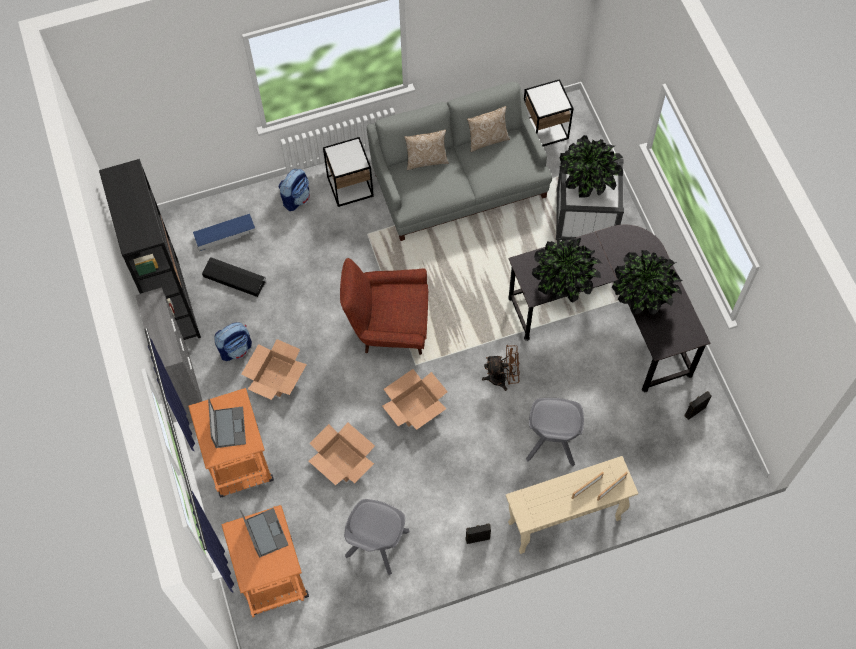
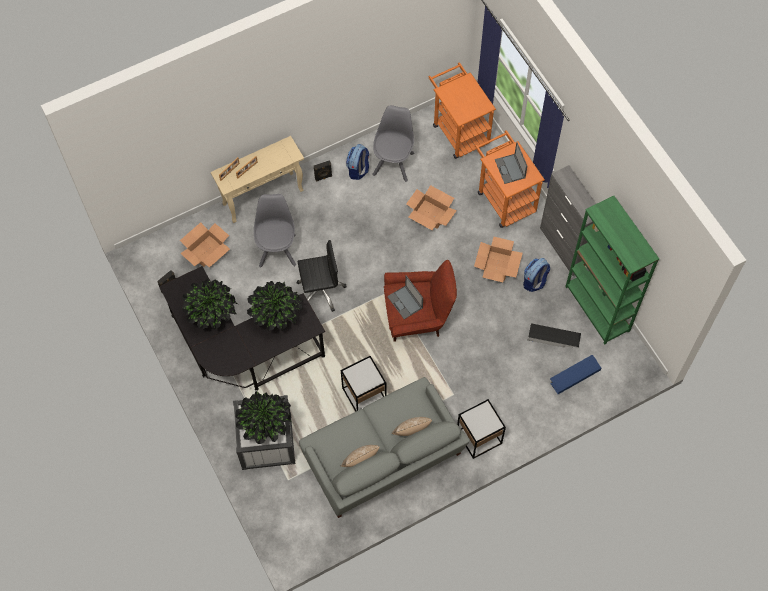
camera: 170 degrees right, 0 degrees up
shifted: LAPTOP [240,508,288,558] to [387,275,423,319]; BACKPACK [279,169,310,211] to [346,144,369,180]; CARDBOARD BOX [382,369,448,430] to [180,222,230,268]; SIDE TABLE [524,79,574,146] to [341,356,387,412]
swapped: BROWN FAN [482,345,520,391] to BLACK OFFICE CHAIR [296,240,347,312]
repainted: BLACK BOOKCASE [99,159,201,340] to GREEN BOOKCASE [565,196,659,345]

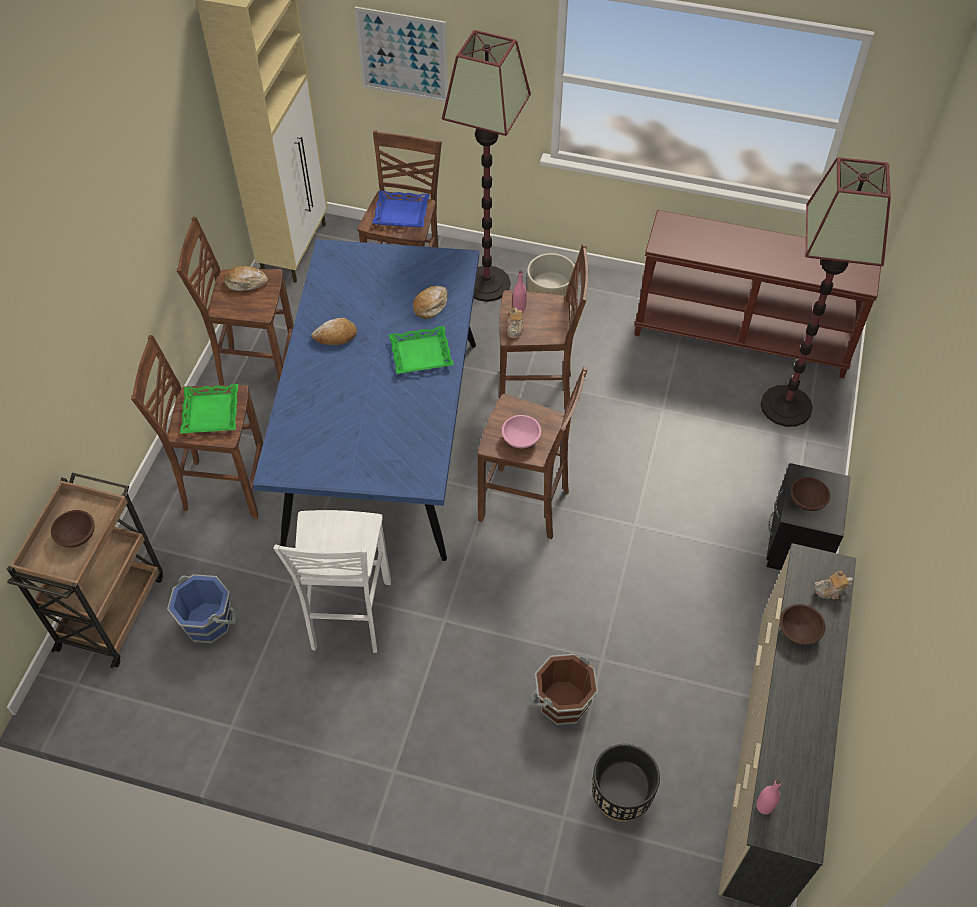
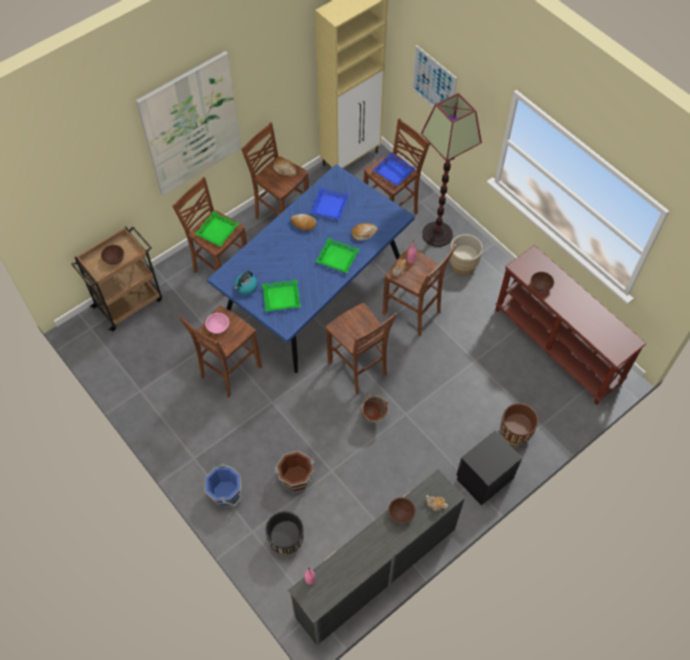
camera: 35 degrees right, 5 degrees up
gone: FLOOR LAMP [761,157,891,427]
new: PICTURE [136,51,241,195]; KETTLE [234,271,258,295]; GREEN TRAY [262,280,301,311]; BLUE TRAY [310,188,349,220]; GREEN BUCKET [361,394,388,422]; BROWN PLANTER [500,403,538,446]
shifted: BLUE BUCKET [167,574,236,643] to [205,463,242,507]; PINK BOWL [502,415,541,448] to [205,313,229,334]; BROWN BOWL [790,477,830,511] to [531,272,554,292]
repainted: WHITE STOOL [273,510,391,653] to BROWN STOOL [178,306,262,398]

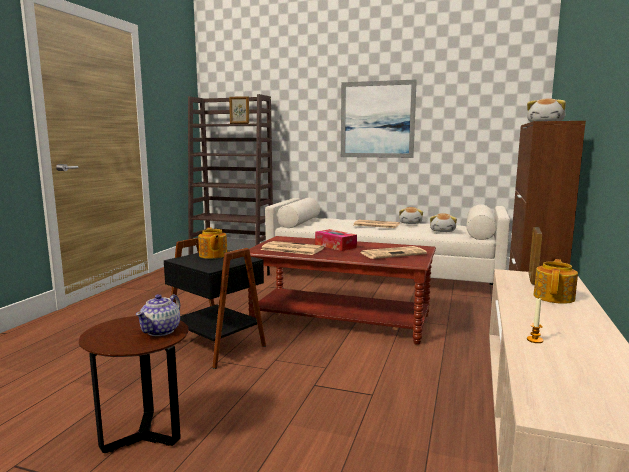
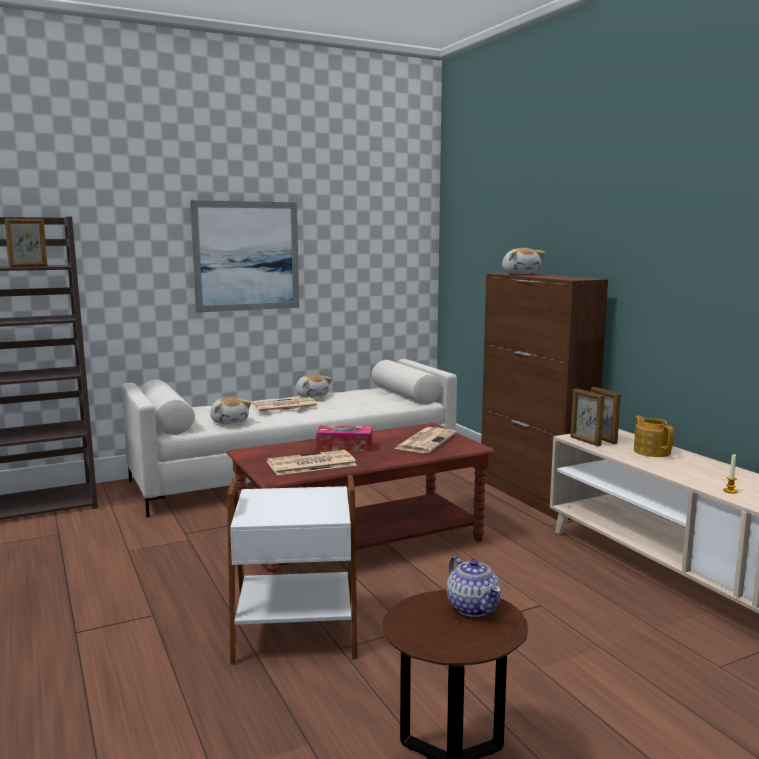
camera: 45 degrees left, 0 degrees up
gone: TEAPOT [198,227,227,259]
new: PICTURE FRAME [570,388,605,446]
shifted: PLUSH TOY [430,213,457,232] to [210,397,251,424]
repainted: BLACK SIDE TABLE [164,238,266,369] to WHITE SIDE TABLE [227,475,358,665]

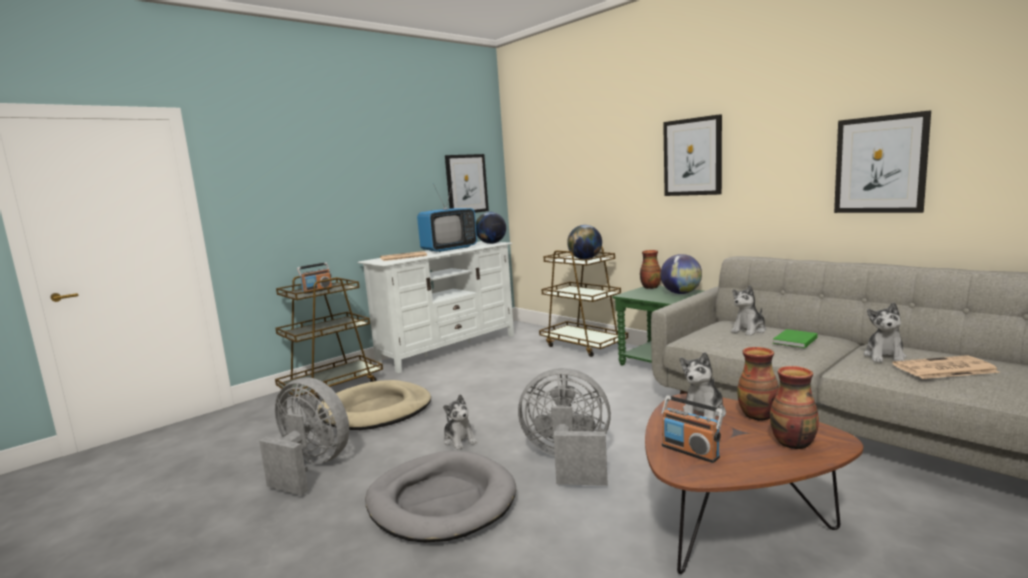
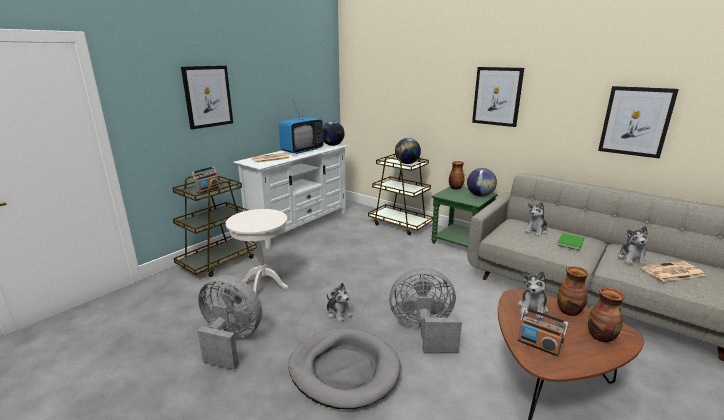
camera: 10 degrees left, 10 degrees up
shifted: PICTURE [445,154,489,213] to [181,66,233,129]
swapped: BEIGE DOG BED [318,380,431,430] to WHITE SIDE TABLE [226,209,288,294]

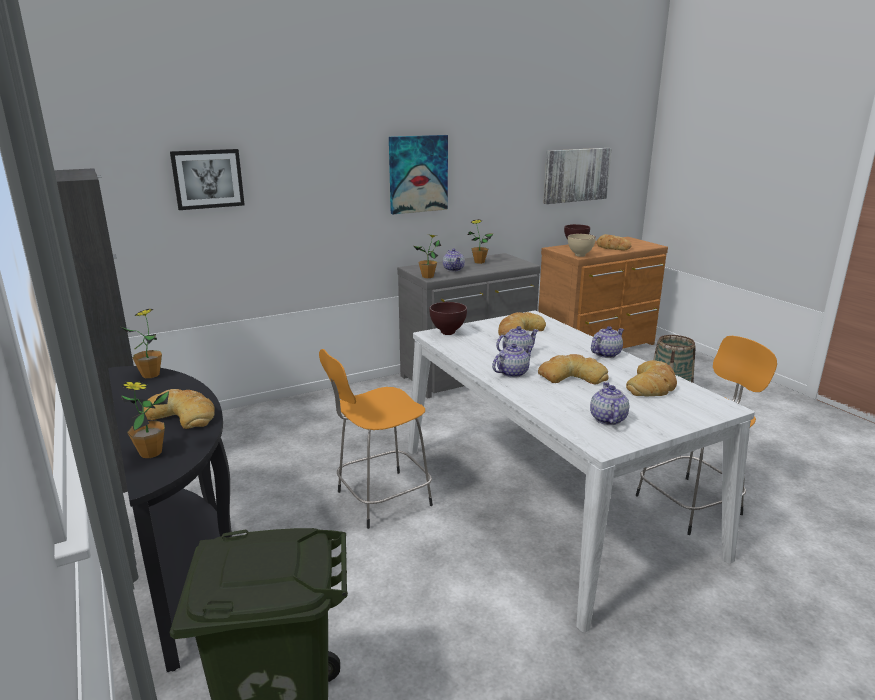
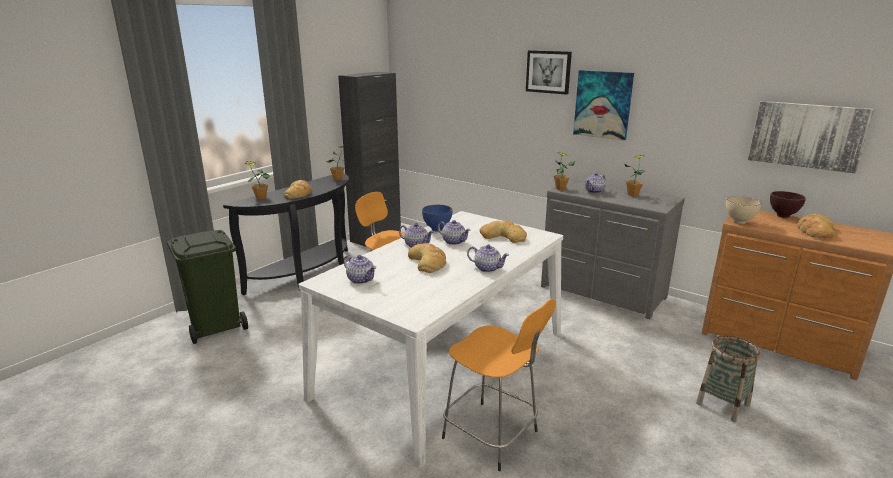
camera: 65 degrees right, 0 degrees up
gone: BROWN BOWL [429,302,467,335]; BREAD [626,360,677,396]
new: BLUE BOWL [422,205,452,232]
shifted: PICTURE [170,149,245,210] to [526,50,572,95]
rotated: TEAPOT [590,382,629,425] = [344,255,377,284] 60 degrees clockwise

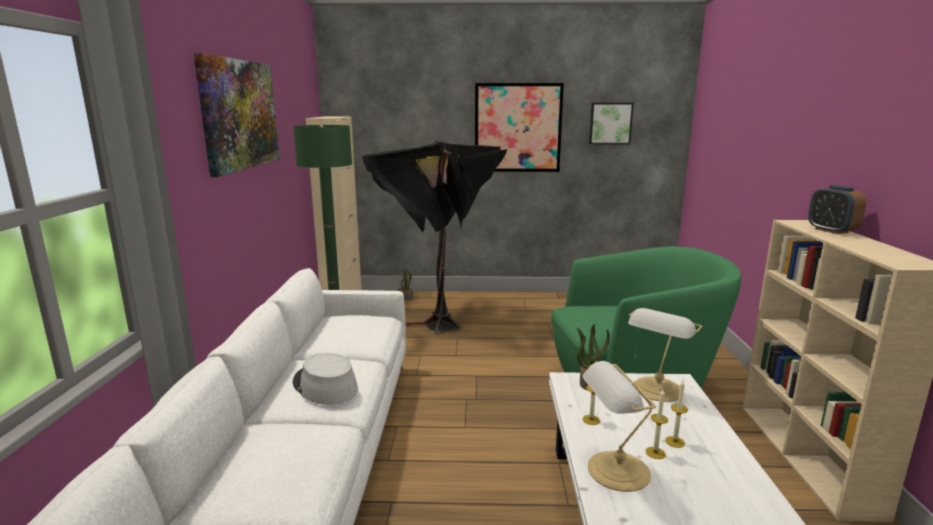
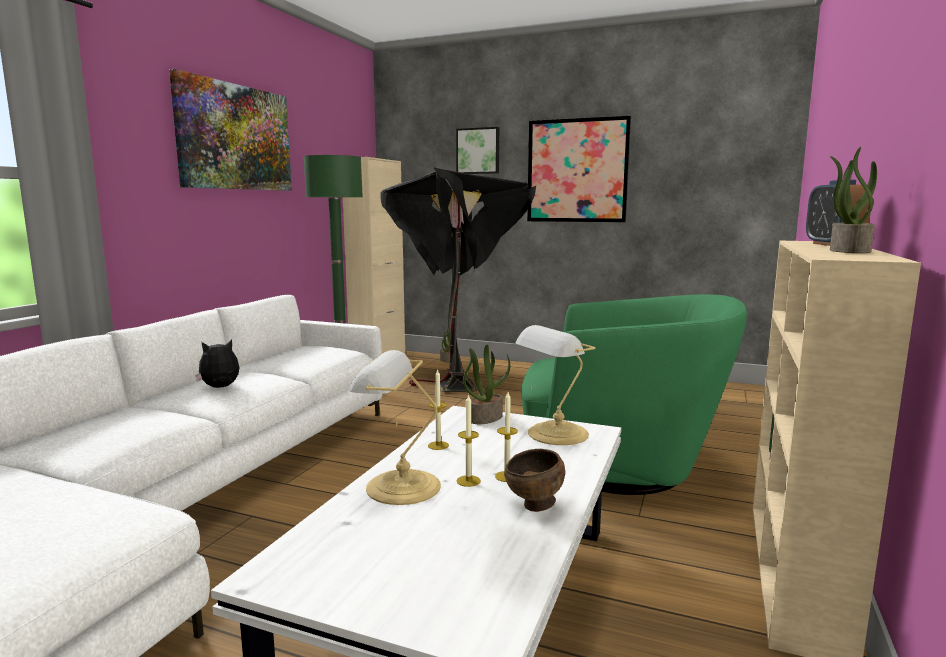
camera: 20 degrees right, 5 degrees down
new: BROWN BOWL [504,449,565,512]; POTTED PLANT [830,147,877,253]
shifted: PICTURE [589,103,634,144] to [456,127,499,174]
swapped: GREY HAT [293,353,358,405] to PLUSH TOY [195,340,239,388]

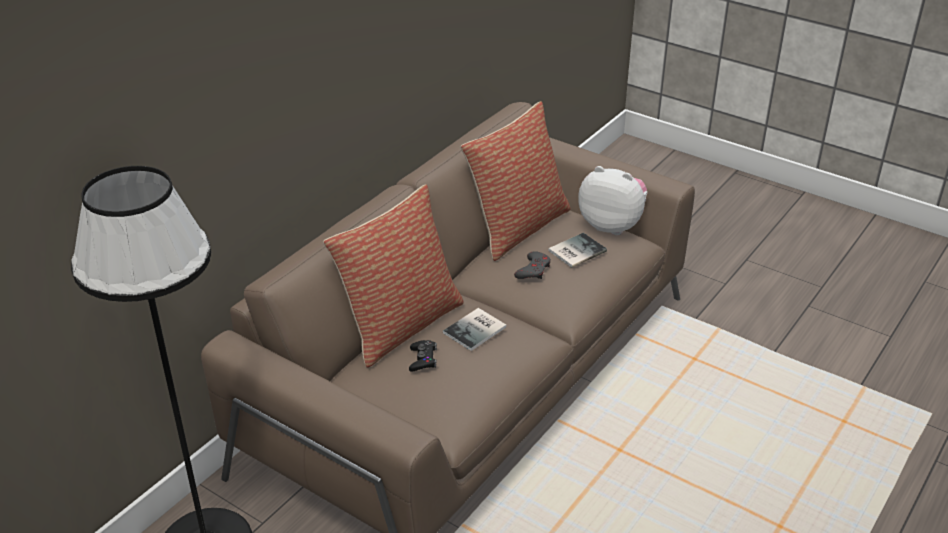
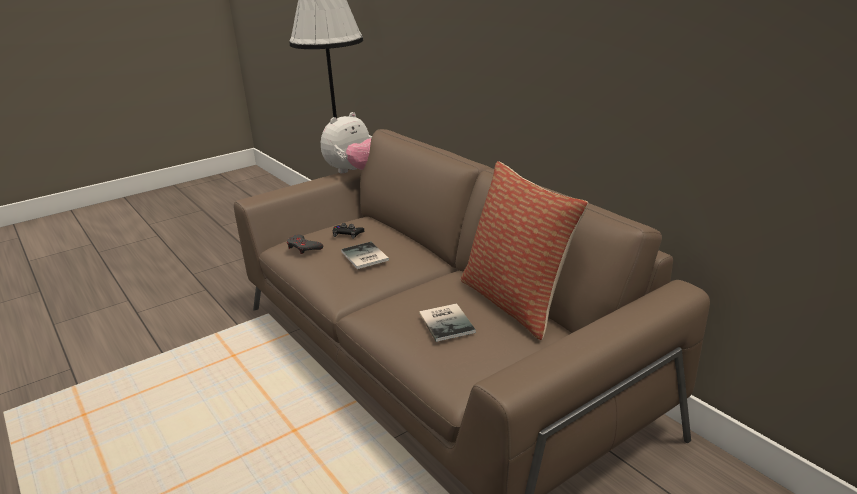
camera: 110 degrees right, 10 degrees down
gone: PILLOW [323,184,464,368]
shifted: GREY GAME CONTROLLER [514,251,551,279] to [287,235,323,254]; PLUSH TOY [578,166,647,235] to [321,112,372,173]

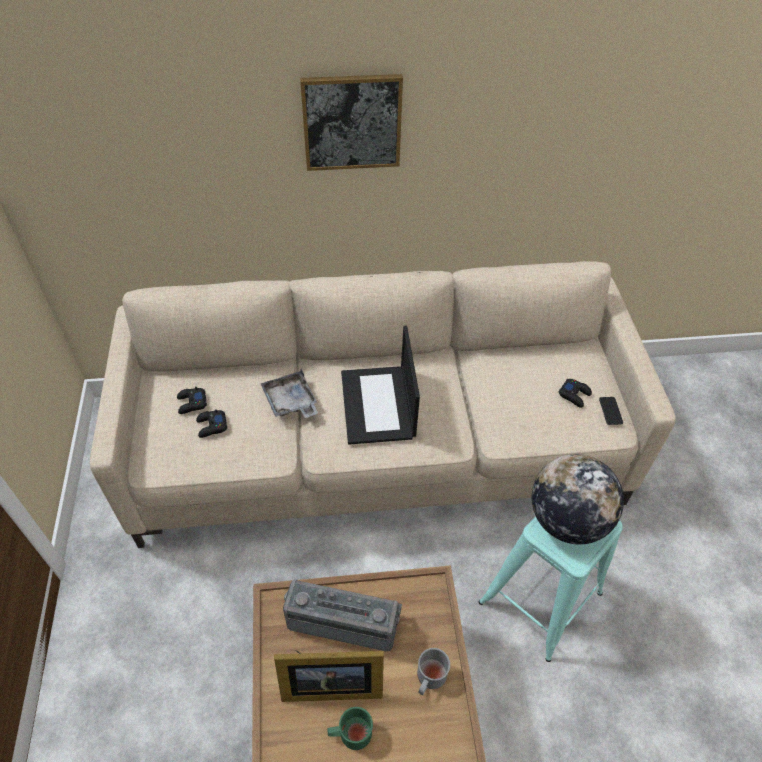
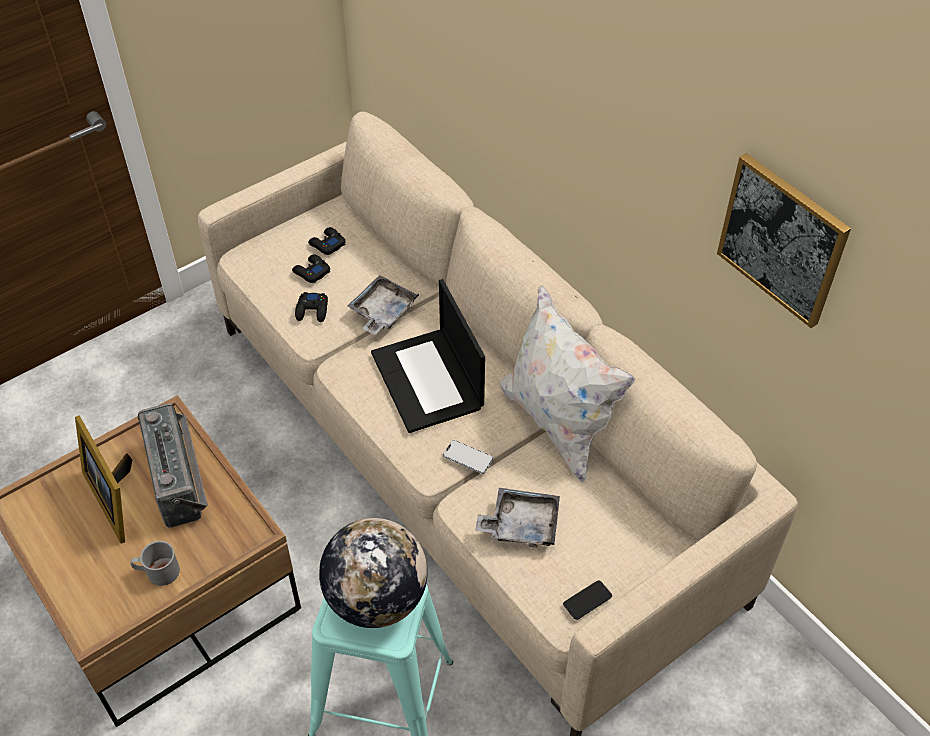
camera: 60 degrees right, 0 degrees up
gone: GREEN MUG [327,707,373,750]
new: PHONE [443,440,493,474]; GREY TRAY [475,488,560,548]; WHITE PILLOW [500,285,635,483]
shifted: PICTURE [300,74,403,171] to [717,153,851,328]; BLACK GAME CONTROLLER [559,379,592,408] to [295,292,328,322]
rotated: LAPTOP [341,326,420,445] = [371,279,485,433] 75 degrees counterclockwise

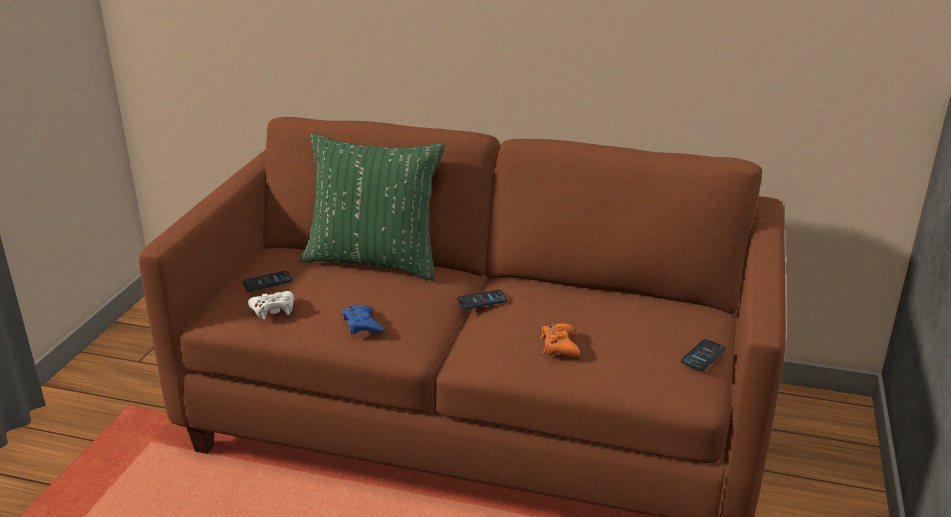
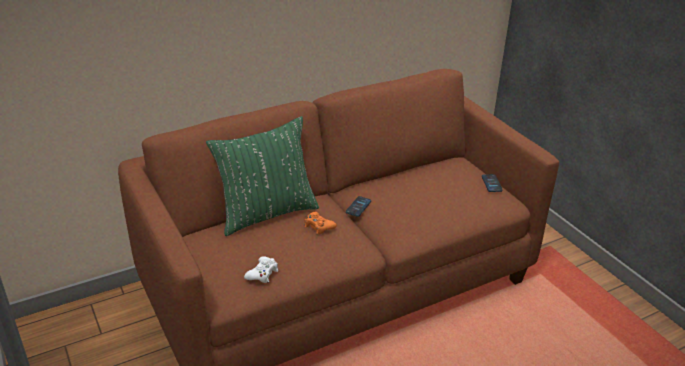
camera: 45 degrees left, 5 degrees up
gone: PHONE [242,271,293,291]; BLUE GAME CONTROLLER [342,305,385,334]
shifted: ORANGE GAME CONTROLLER [541,323,580,357] to [304,212,337,235]

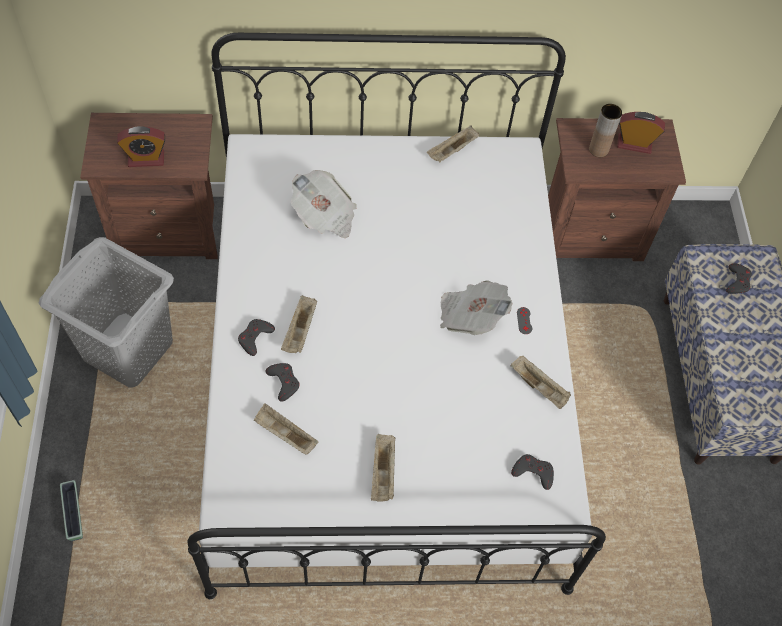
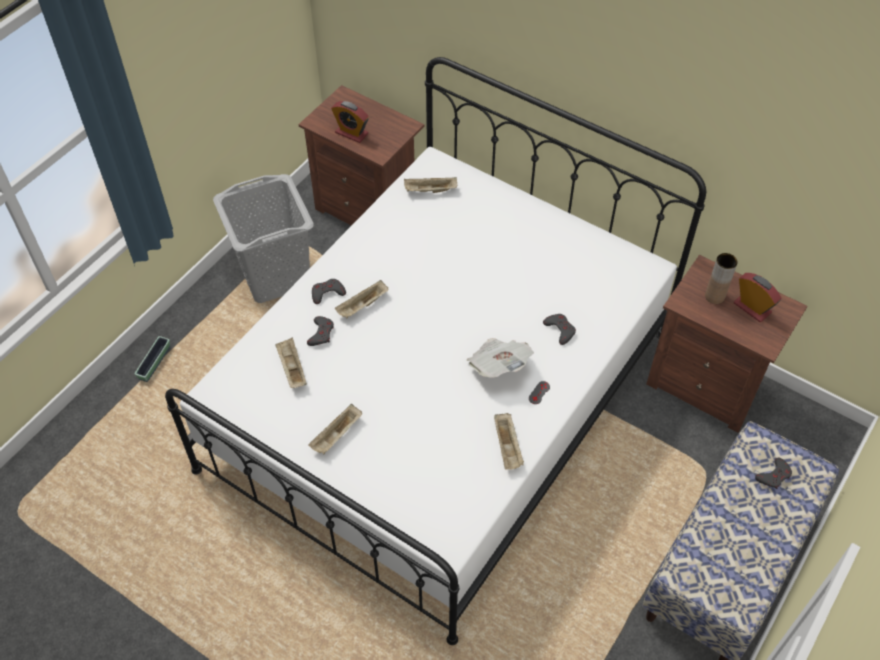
camera: 40 degrees right, 5 degrees down
gone: NEWSPAPER [290,170,357,238]
shifted: BEIGE TRAY [427,125,479,163] to [404,177,457,193]; GREY GAME CONTROLLER [511,454,554,490] to [543,314,576,345]

